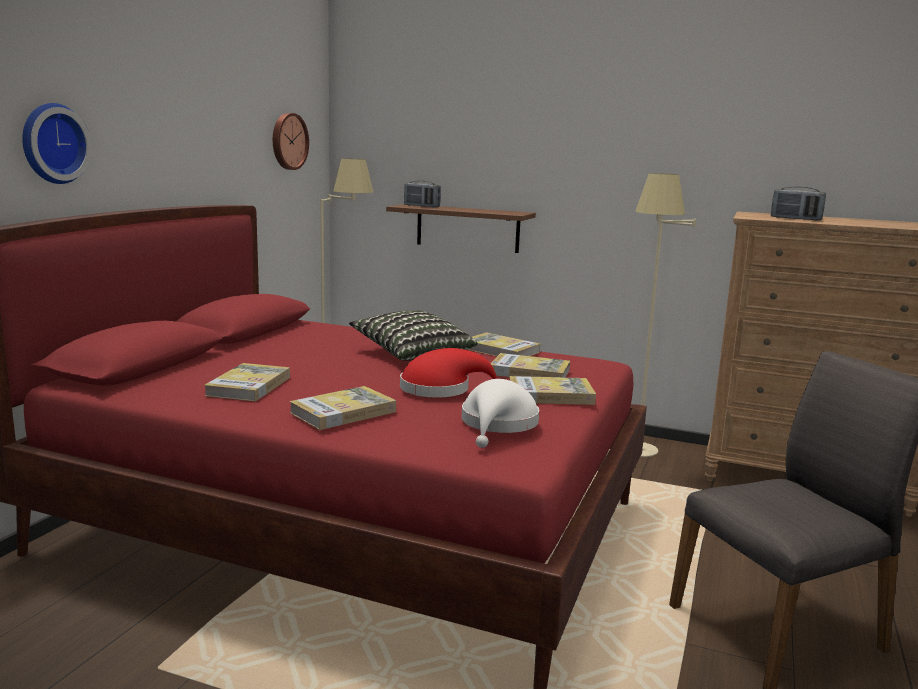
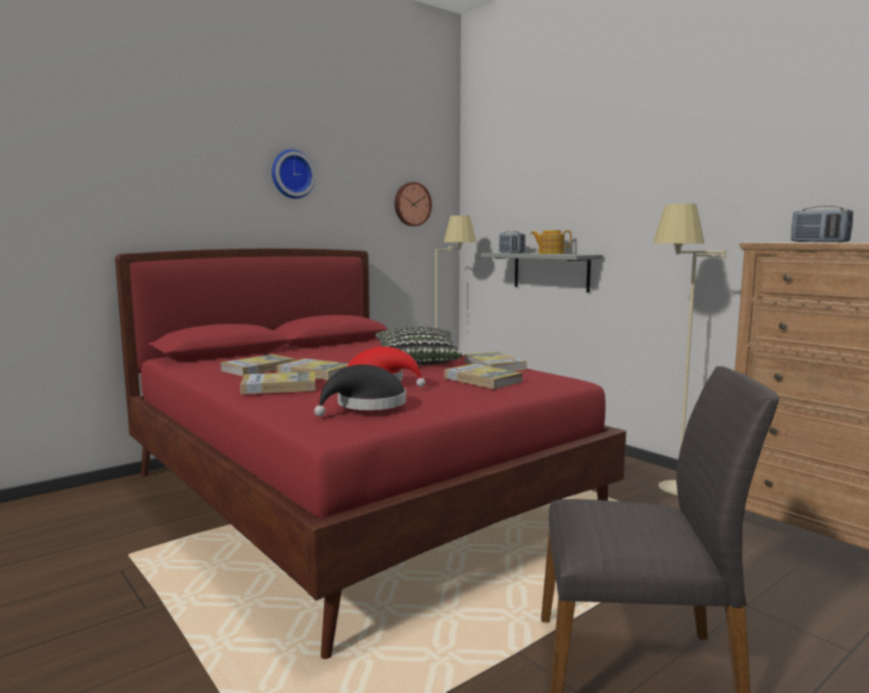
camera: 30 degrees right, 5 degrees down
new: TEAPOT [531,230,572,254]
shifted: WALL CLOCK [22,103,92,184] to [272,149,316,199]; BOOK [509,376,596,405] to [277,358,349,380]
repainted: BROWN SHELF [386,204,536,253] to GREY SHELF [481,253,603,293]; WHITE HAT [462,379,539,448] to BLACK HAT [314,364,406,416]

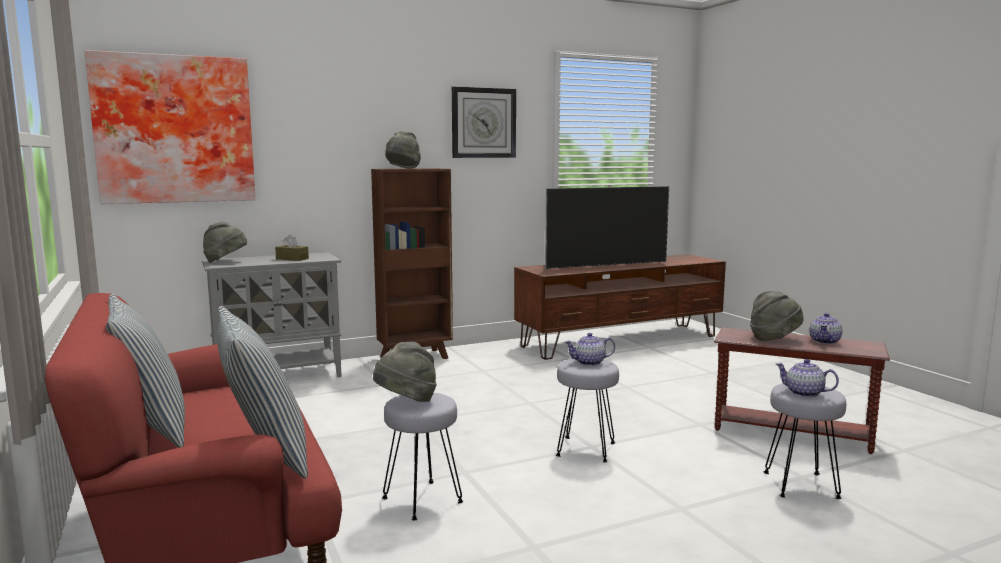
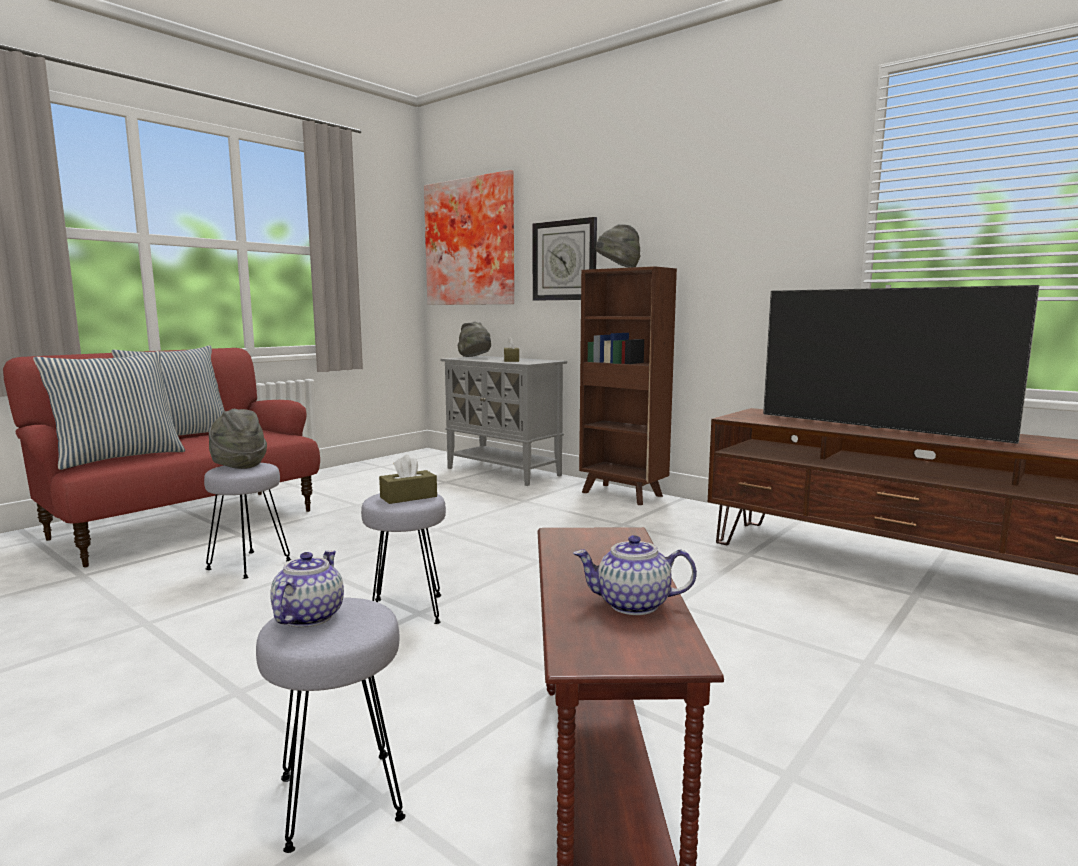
camera: 65 degrees right, 0 degrees up
gone: GREY HAT [750,291,803,341]
shifted: WALL CLOCK [452,86,516,158] to [533,217,597,301]
swapped: TEAPOT [565,333,615,366] to BROWN TISSUE BOX [379,454,437,504]

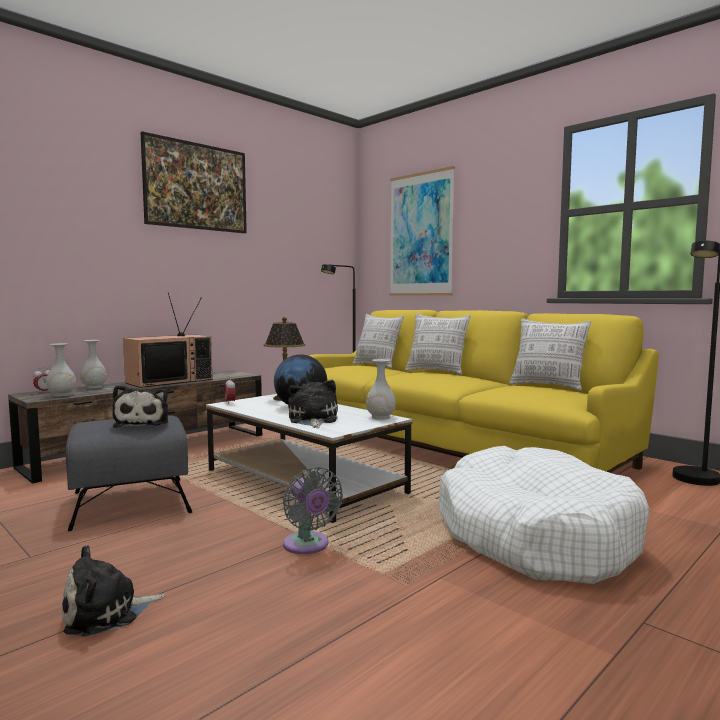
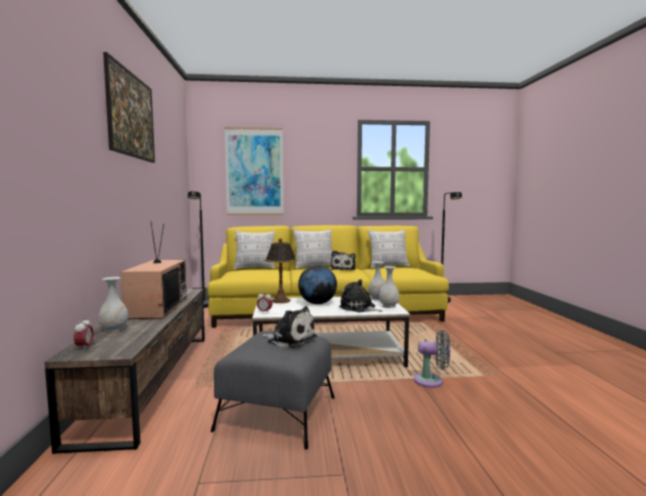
camera: 50 degrees left, 0 degrees up
gone: WHITE DOG BED [439,446,649,584]
shifted: WHITE VASE [46,343,76,397] to [379,266,399,308]; PLUSH TOY [62,545,165,637] to [331,250,356,270]

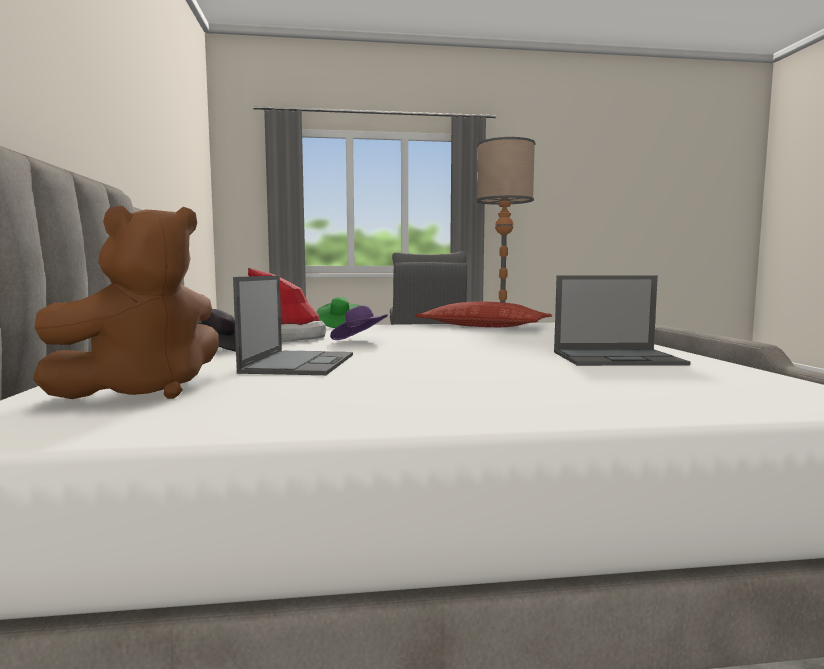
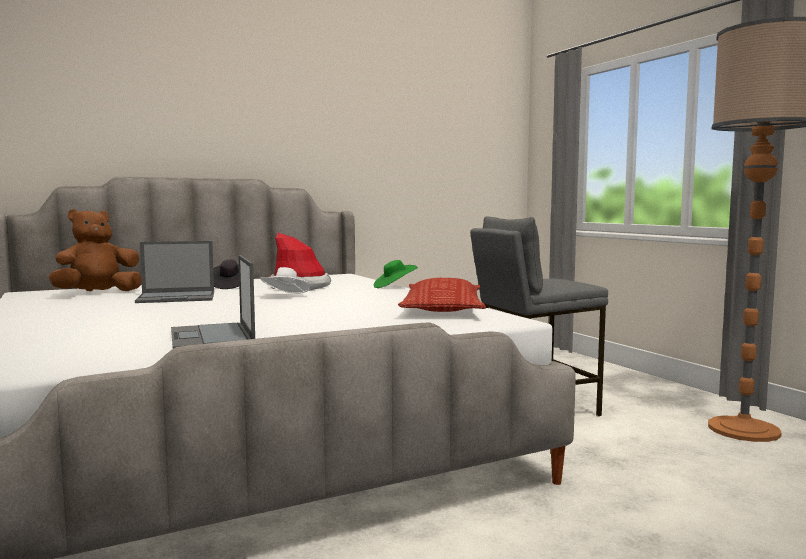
camera: 70 degrees right, 0 degrees up
repainted: PURPLE HAT [330,305,388,340] to WHITE HAT [260,267,311,294]
rotated: BROWN PLUSH TOY [33,206,219,399] = [49,209,142,291] 120 degrees clockwise

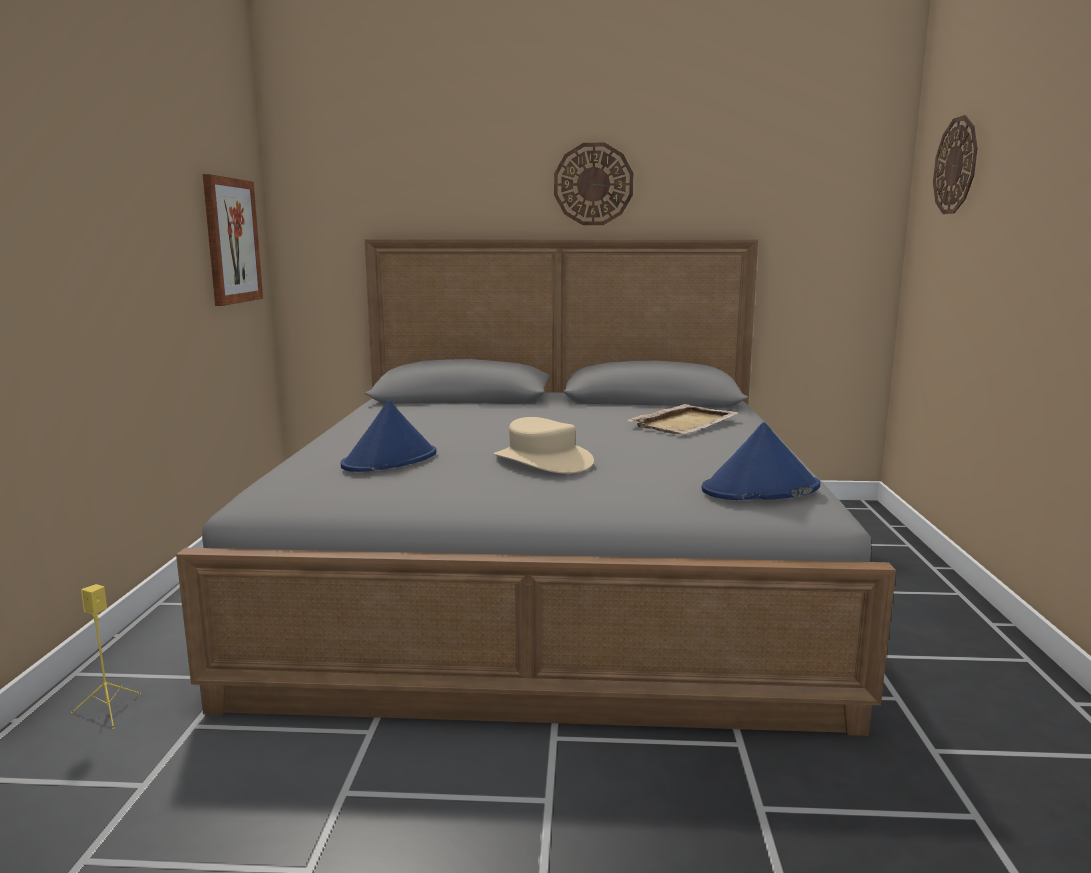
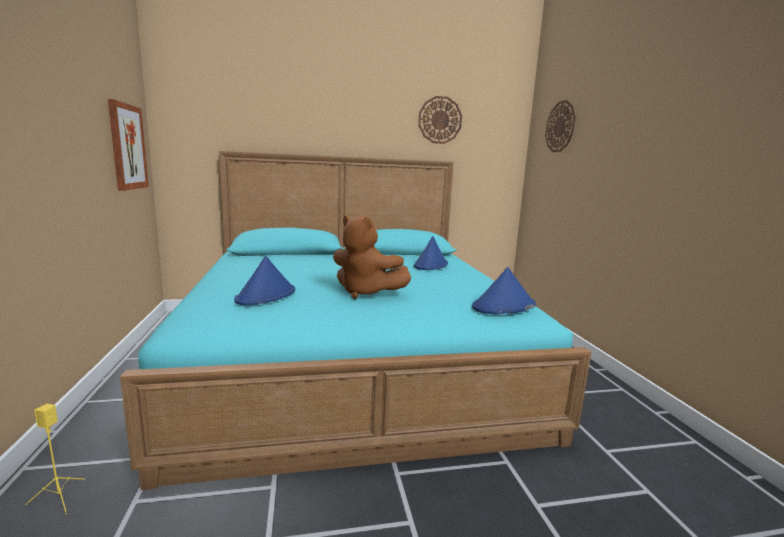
camera: 15 degrees left, 0 degrees up
shifted: WALL CLOCK [554,143,633,225] to [418,96,462,144]
swapped: BEIGE HAT [494,417,594,474] to BROWN PLUSH TOY [333,216,411,299]; BEIGE TRAY [627,404,738,434] to BLUE HAT [414,236,448,270]
repainted: GREY BED [176,239,896,736] to TURQUOISE BED [120,151,591,490]

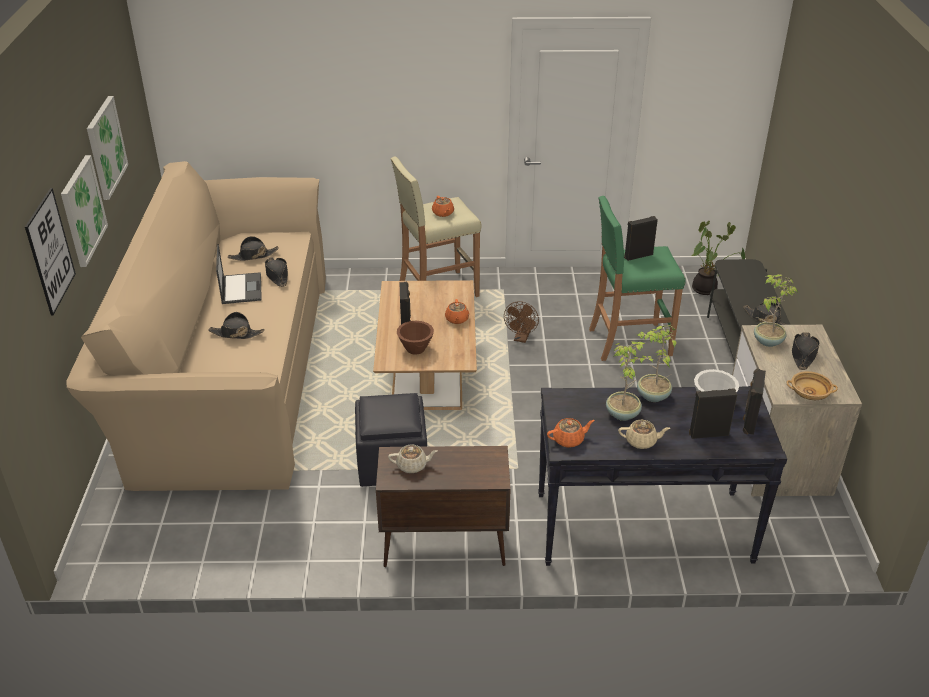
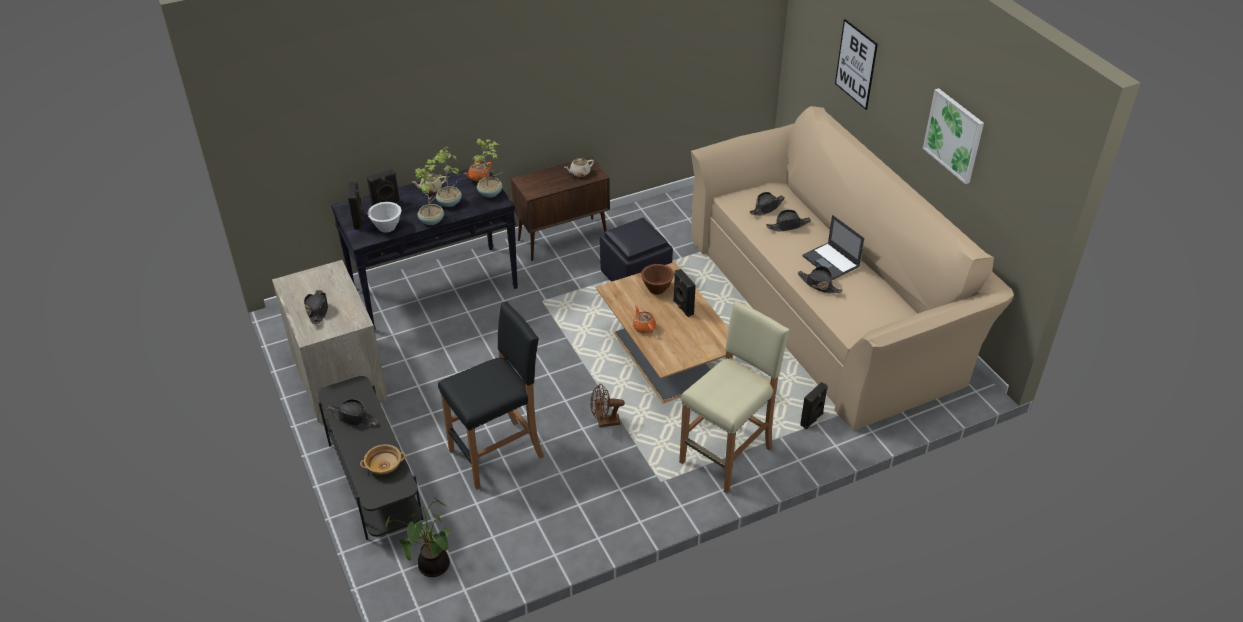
camera: 155 degrees right, 5 degrees up
gone: PICTURE [61,155,108,267]; ORANGE TEAPOT [432,196,454,217]
shifted: BLACK HAT [228,236,279,261] to [749,192,785,216]; BLACK SPEAKER [624,216,658,261] to [800,382,828,429]; POTTED PLANT [754,274,798,347] to [473,138,502,198]; BEIGE BOWL [787,371,838,400] to [360,444,406,475]
repainted: GREEN STOOL [589,196,686,361] to BLACK STOOL [438,302,544,490]
rotated: BROWN FAN [504,301,539,343] = [590,384,625,427] 90 degrees counterclockwise

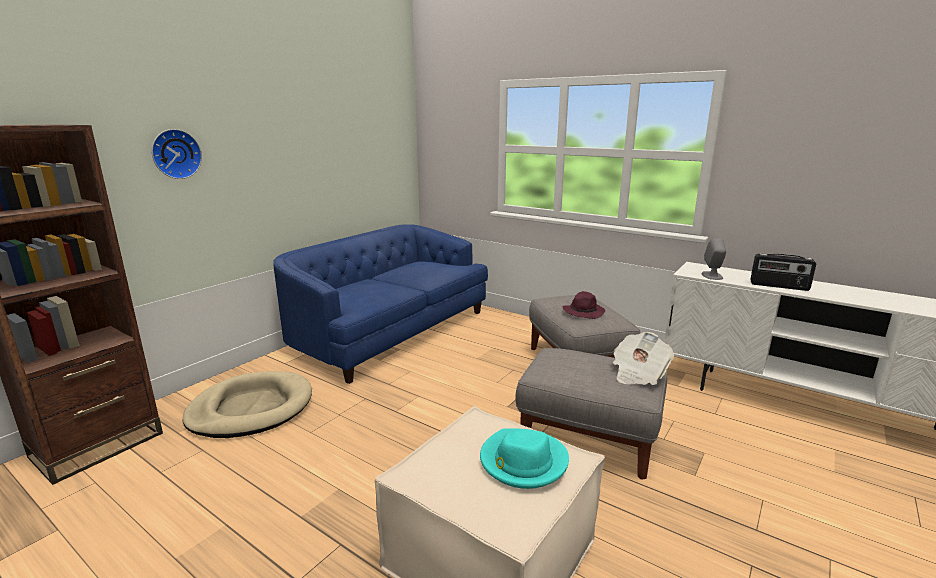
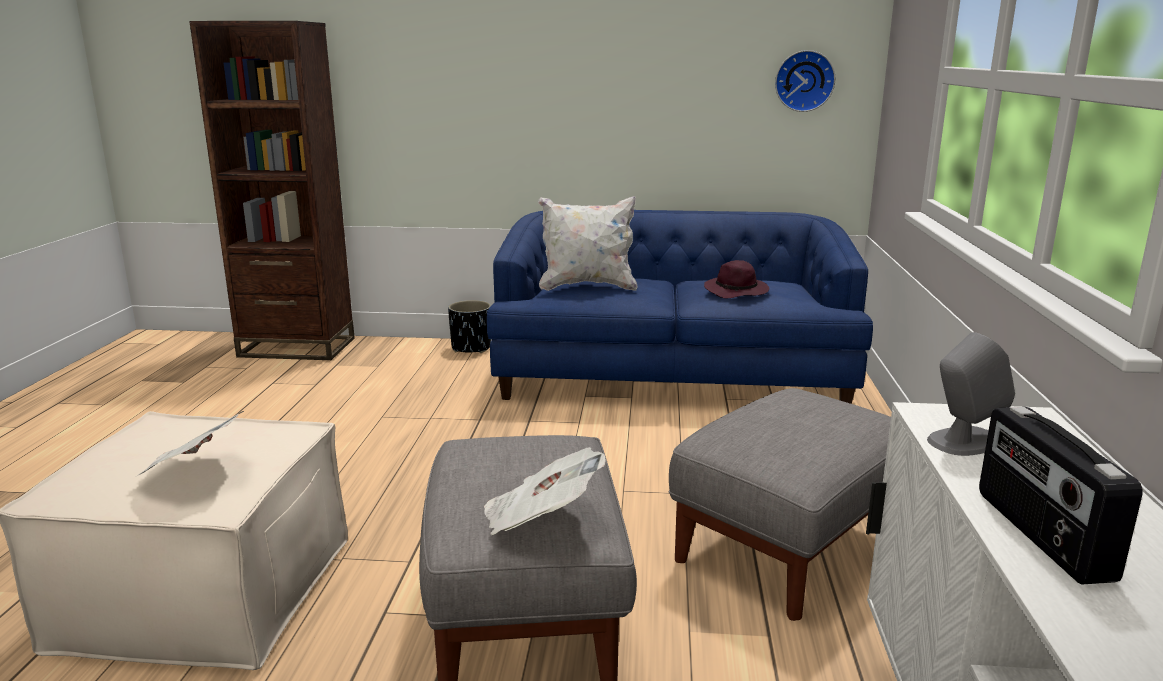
camera: 60 degrees right, 0 degrees up
gone: BEIGE DOG BED [182,371,312,438]
new: BLACK PLANTER [448,300,491,353]; WHITE PILLOW [538,196,638,291]
shifted: WALL CLOCK [151,129,202,179] to [775,50,835,112]; PURPLE HAT [563,291,605,319] to [704,260,769,298]
swapped: TURQUOISE HAT [480,428,569,489] to NEWSPAPER [137,411,244,476]

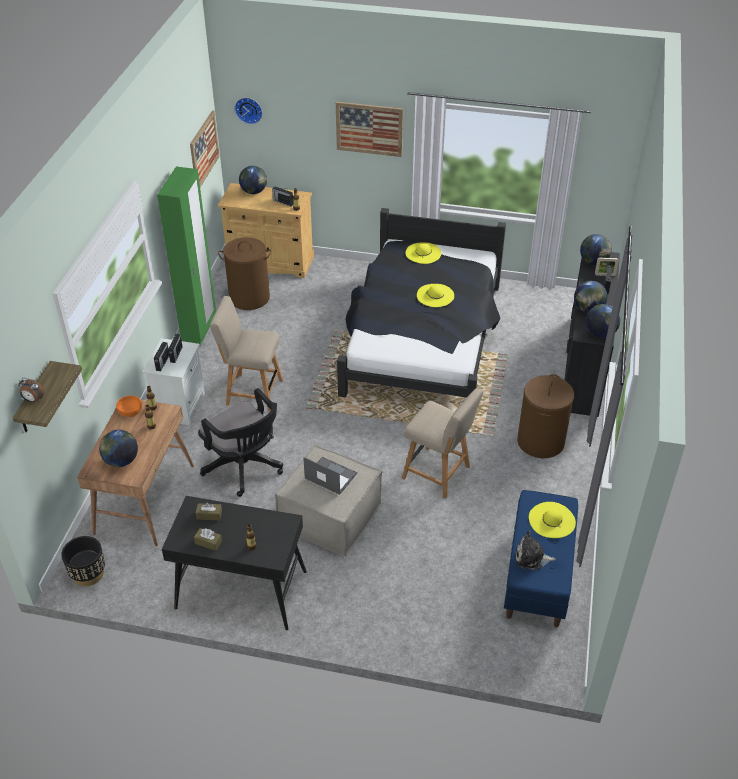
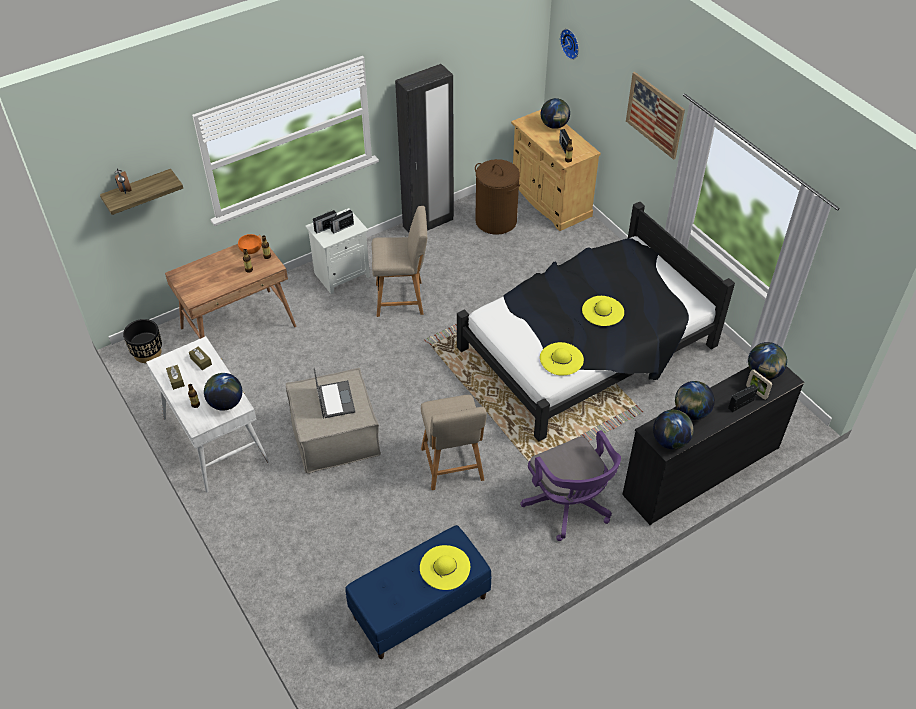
camera: 45 degrees right, 5 degrees up
gone: PICTURE [190,110,220,187]; BLACK OFFICE CHAIR [198,388,283,497]; PLUSH TOY [515,531,556,570]
shifted: GLOBE [99,430,138,467] to [204,373,242,411]; YELLOW HAT [405,242,441,264] to [540,342,584,376]
swapped: BROWN LAUNDRY BASKET [517,374,574,458] to PURPLE OFFICE CHAIR [520,430,621,541]
repainted: GREEN WARDROBE [157,167,216,346] to BLACK WARDROBE [395,64,454,233]; BLACK DESK [162,496,307,630] to WHITE DESK [146,336,269,493]
rotated: BEIGE CHAIR [210,296,283,412] = [372,206,427,317] 120 degrees clockwise

